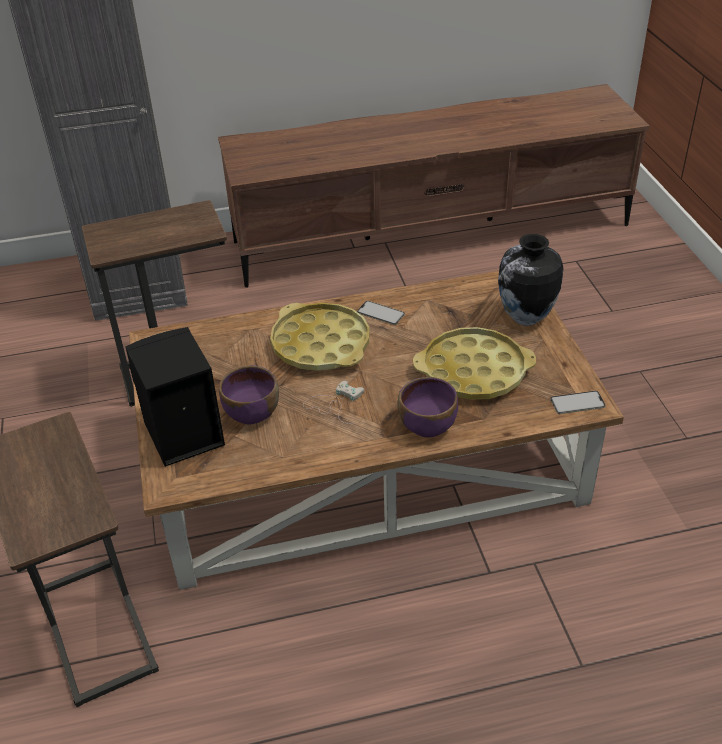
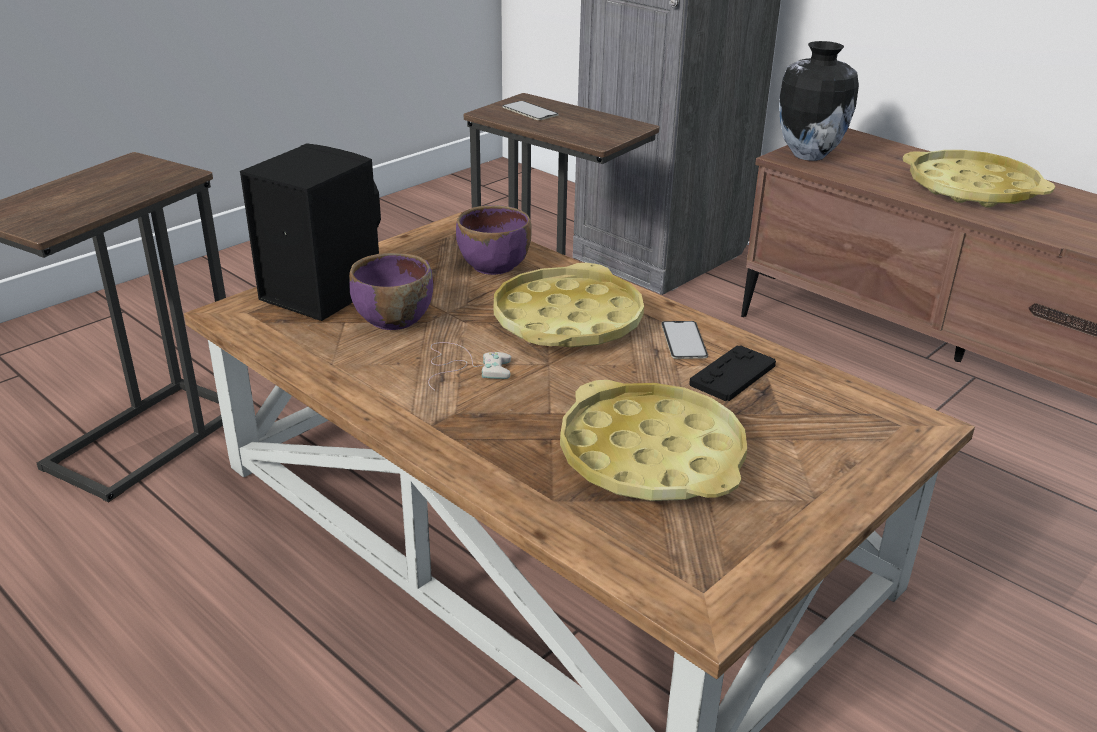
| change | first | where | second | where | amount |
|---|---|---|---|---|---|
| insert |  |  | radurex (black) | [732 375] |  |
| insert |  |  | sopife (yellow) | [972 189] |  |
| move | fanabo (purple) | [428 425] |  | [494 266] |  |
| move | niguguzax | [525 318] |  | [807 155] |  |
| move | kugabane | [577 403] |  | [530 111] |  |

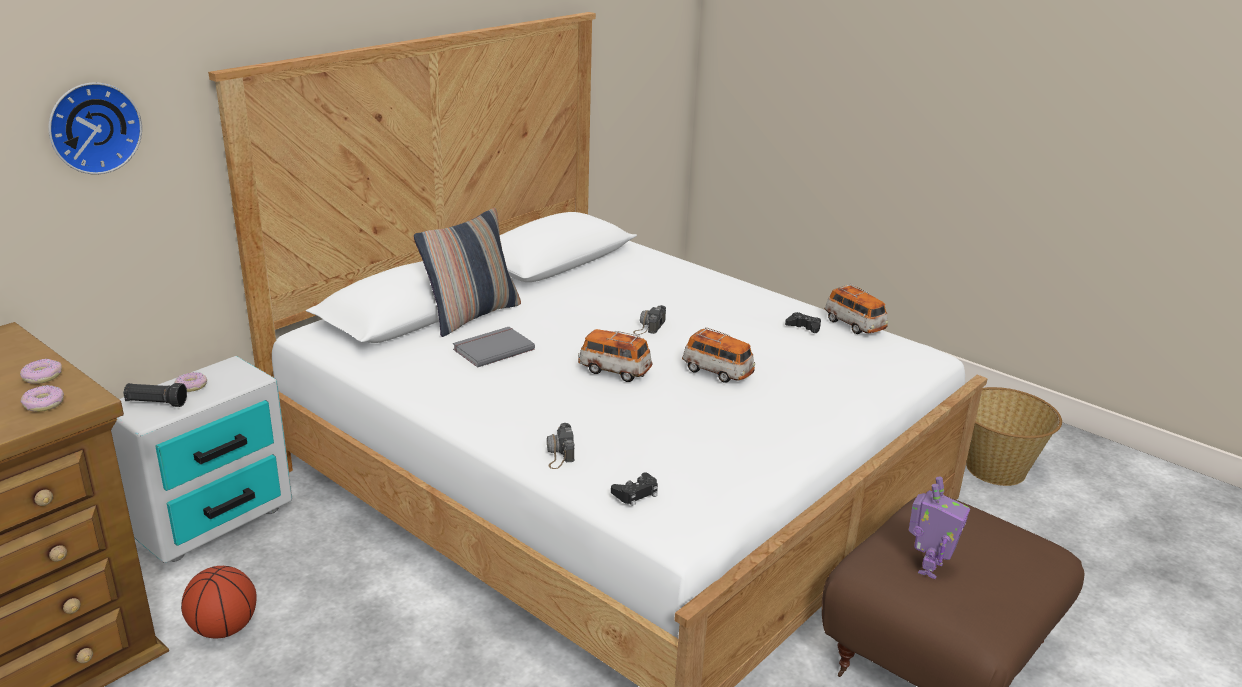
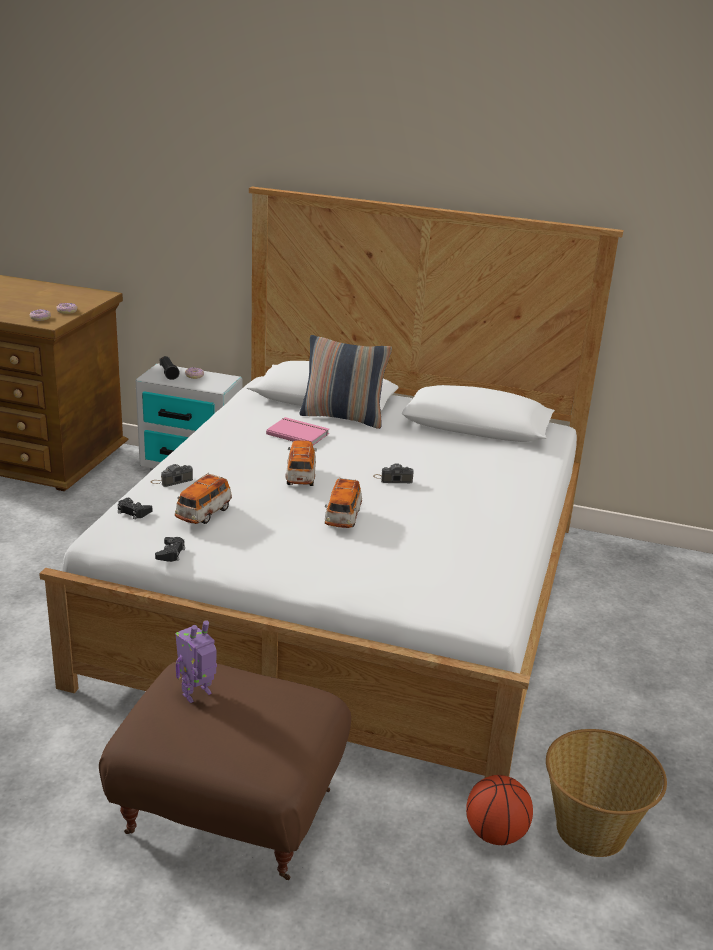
| change | first | where | second | where | amount |
|---|---|---|---|---|---|
| delete | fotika | [93 127] |  |  |  |
| move | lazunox | [224 629] |  | [495 834] |  |
| move | radurex (black) | [804 327] |  | [171 553] |  |
| move | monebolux | [854 325] |  | [204 514] |  |
| recolor | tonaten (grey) | [492 349] | tonaten (pink) | [298 433] |  |
| rotate | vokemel | [928 568] |  | [198 695] | 135 degrees clockwise |

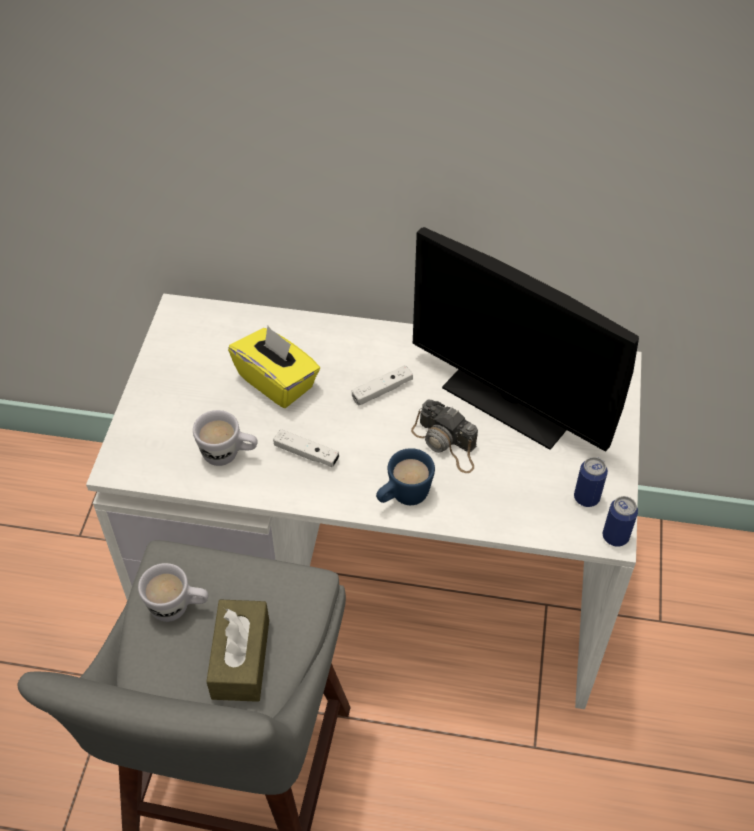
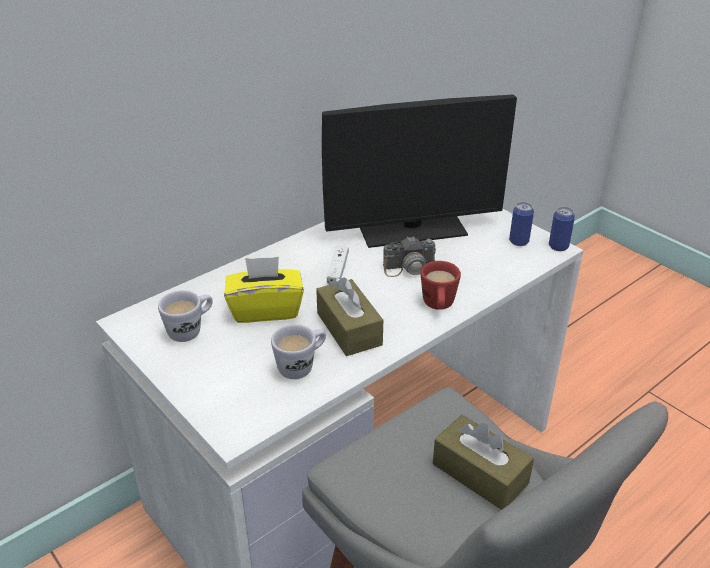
| change | first | where | second | where | amount |
|---|---|---|---|---|---|
| move | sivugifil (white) | [178 608] |  | [191 330] |  |
| replace | radurex (white) | [306 453] | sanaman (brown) | [349 329] |  |
| recolor | sivugifil (blue) | [403 497] | sivugifil (red) | [438 307] |  |

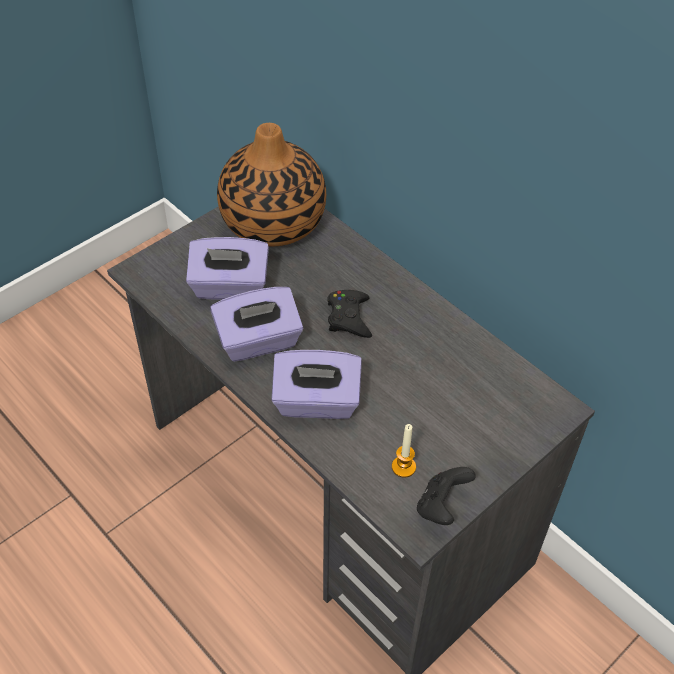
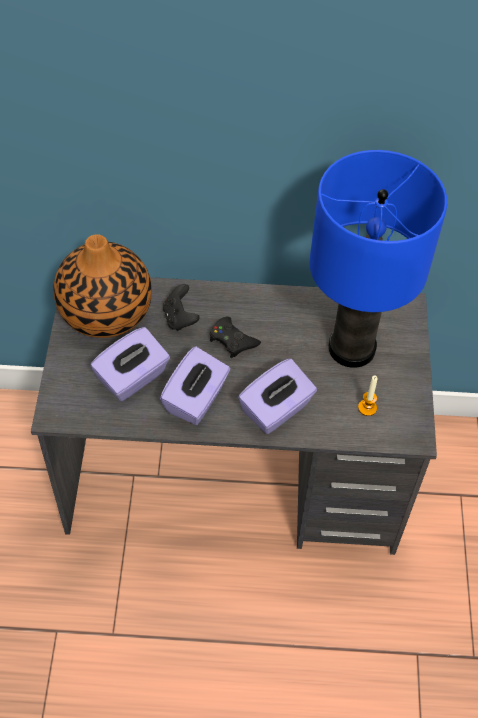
| change | first | where | second | where | amount |
|---|---|---|---|---|---|
| insert |  |  | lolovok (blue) | [351 347] |  |
| move | radurex (black) | [441 506] |  | [180 318] |  |

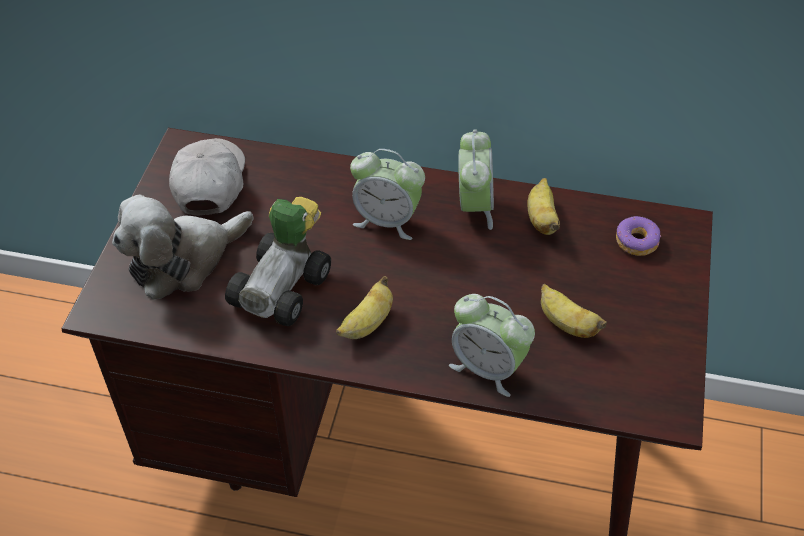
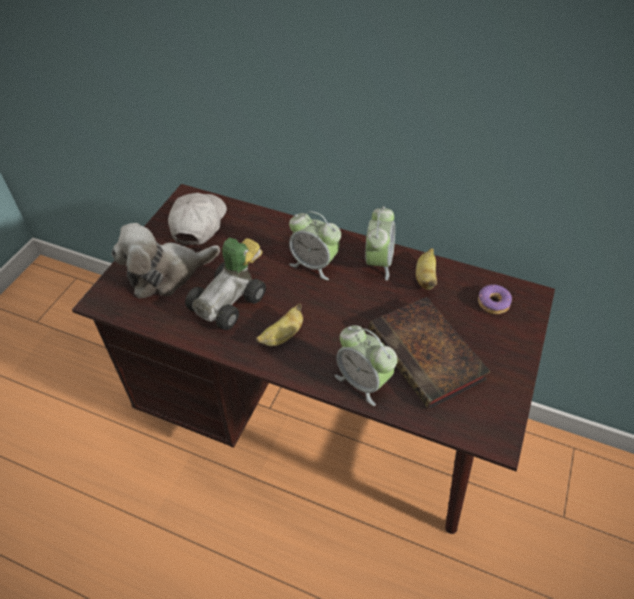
| change | first | where | second | where | amount |
|---|---|---|---|---|---|
| replace | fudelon | [566 324] | tonaten | [428 357] |  |

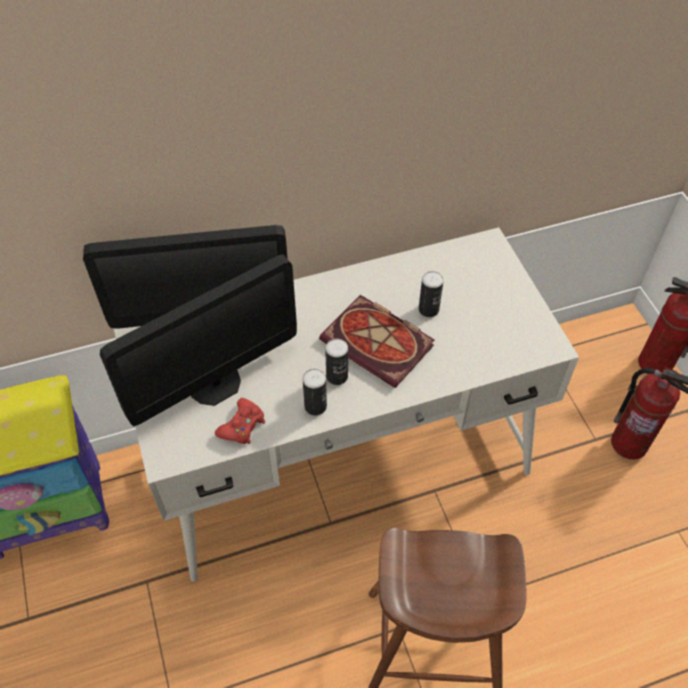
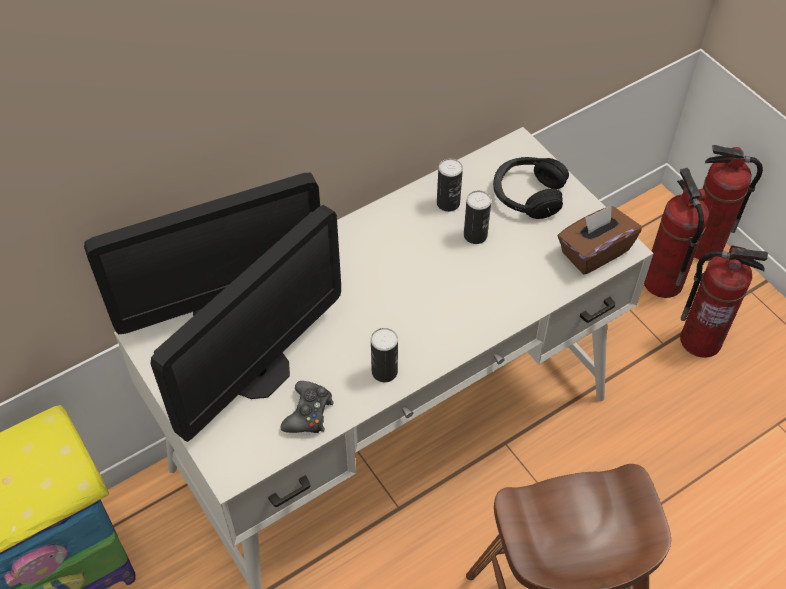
| change | first | where | second | where | amount |
|---|---|---|---|---|---|
| delete | tonaten | [380 343] |  |  |  |
| insert |  |  | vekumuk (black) | [528 195] |  |
| insert |  |  | sanaman (brown) | [594 252] |  |
| insert |  |  | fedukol | [661 282] |  |
| move | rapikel | [337 376] |  | [448 203] |  |
| recolor | radurex (red) | [242 426] | radurex (black) | [308 413] |  |

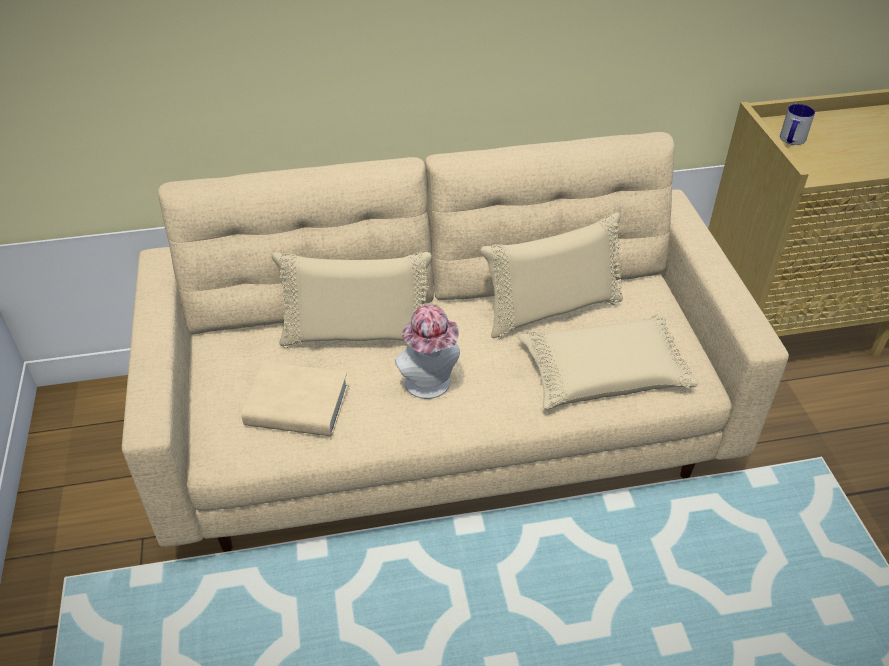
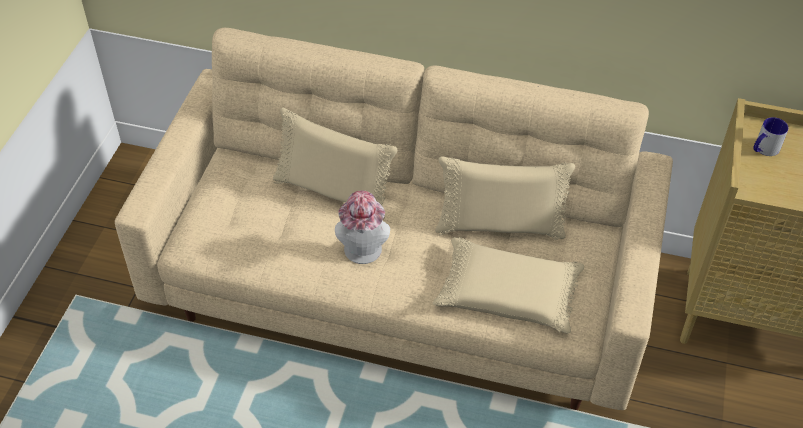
| change | first | where | second | where | amount |
|---|---|---|---|---|---|
| delete | tonaten (beige) | [297 406] |  |  |  |

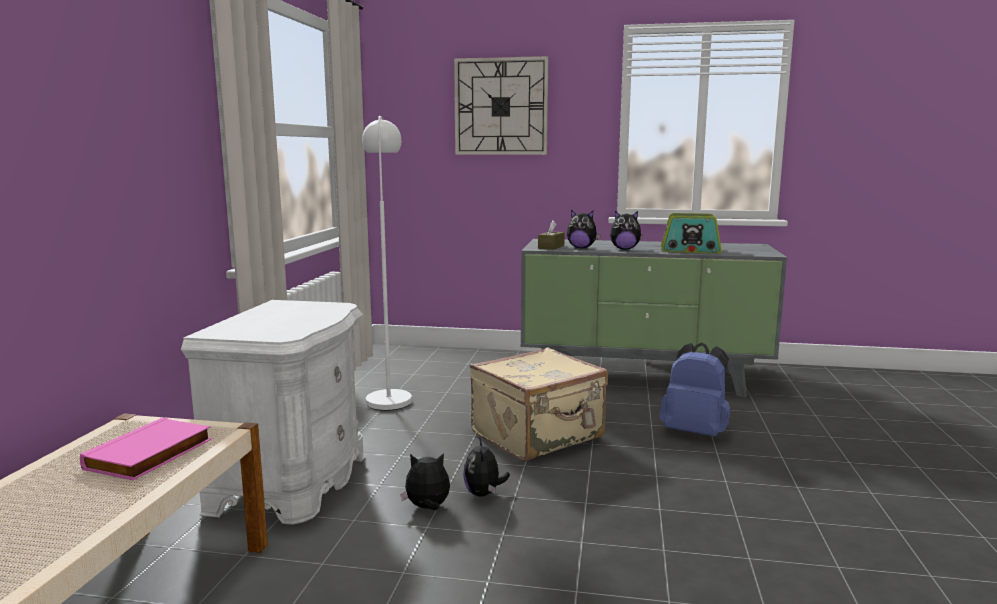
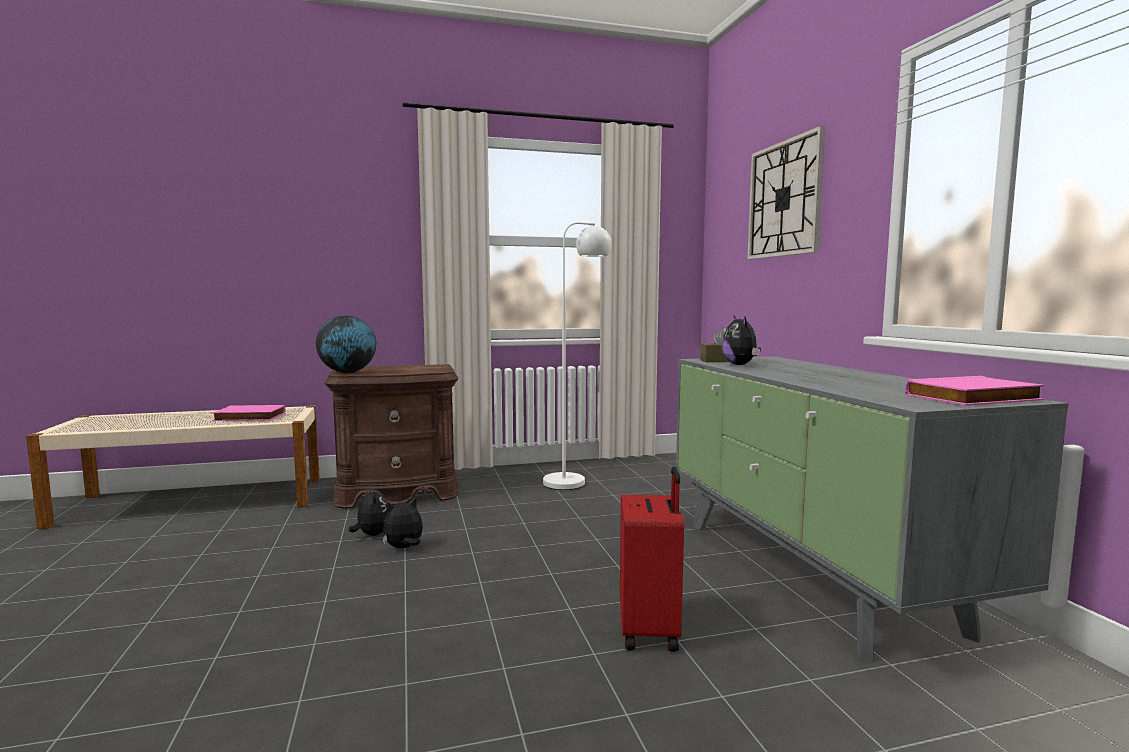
| change | first | where | second | where | amount |
|---|---|---|---|---|---|
| delete | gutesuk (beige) | [539 436] |  |  |  |
| delete | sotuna | [624 249] |  |  |  |
| delete | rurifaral | [690 250] |  |  |  |
| insert |  |  | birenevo | [347 372] |  |
| insert |  |  | tonaten (pink) | [974 398] |  |
| replace | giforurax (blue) | [695 432] | gutesuk (red) | [650 630] |  |
| recolor | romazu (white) | [296 481] | romazu (brown) | [399 492] |  |

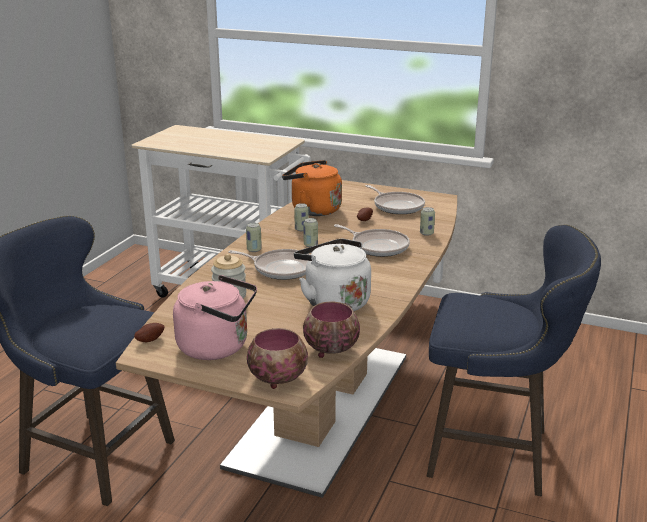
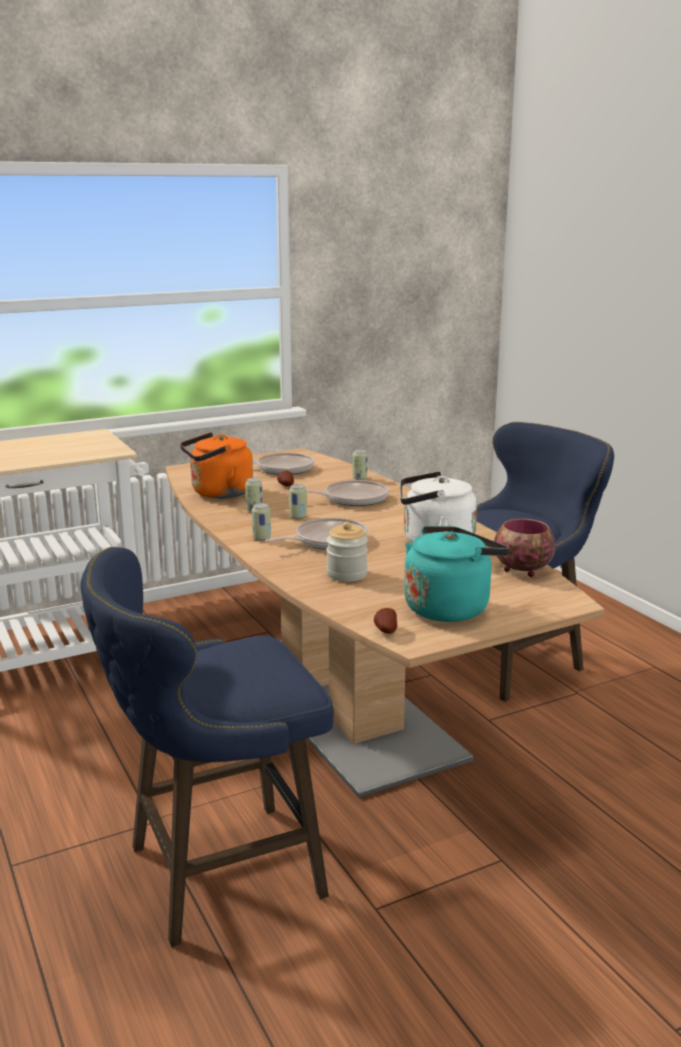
| change | first | where | second | where | amount |
|---|---|---|---|---|---|
| delete | fanabo | [279 378] |  |  |  |
| recolor | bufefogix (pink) | [218 347] | bufefogix (turquoise) | [450 607] |  |

